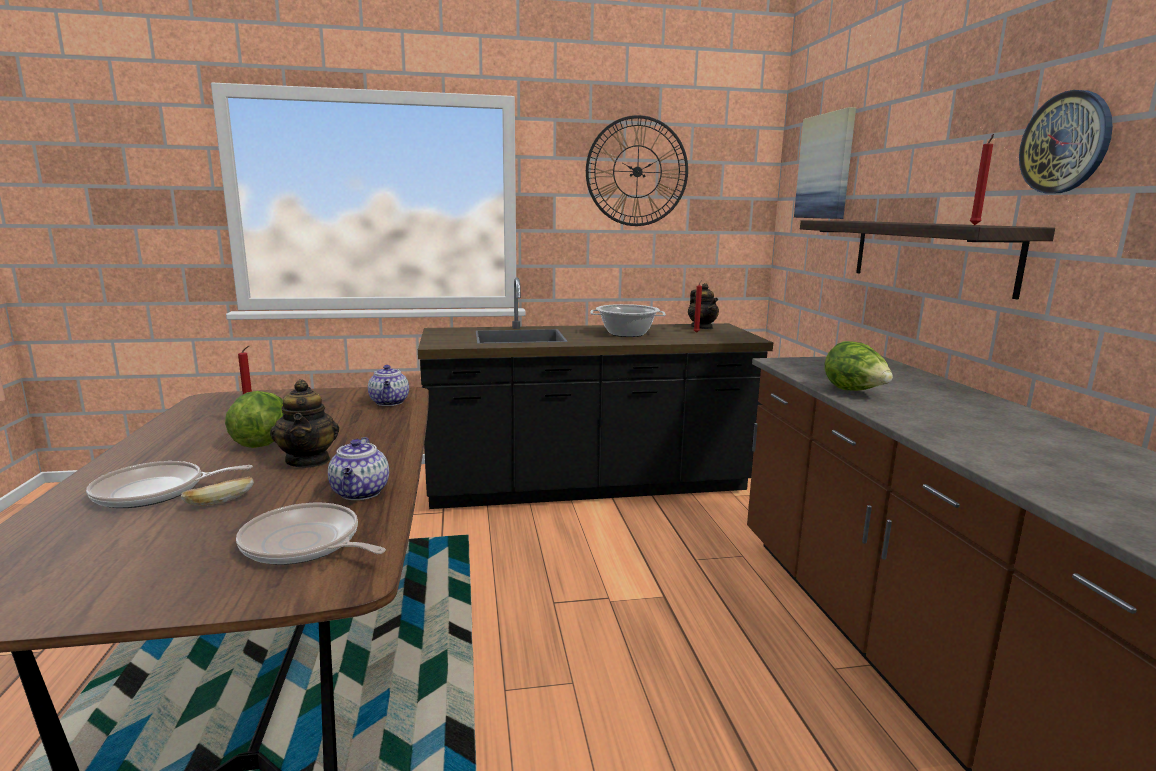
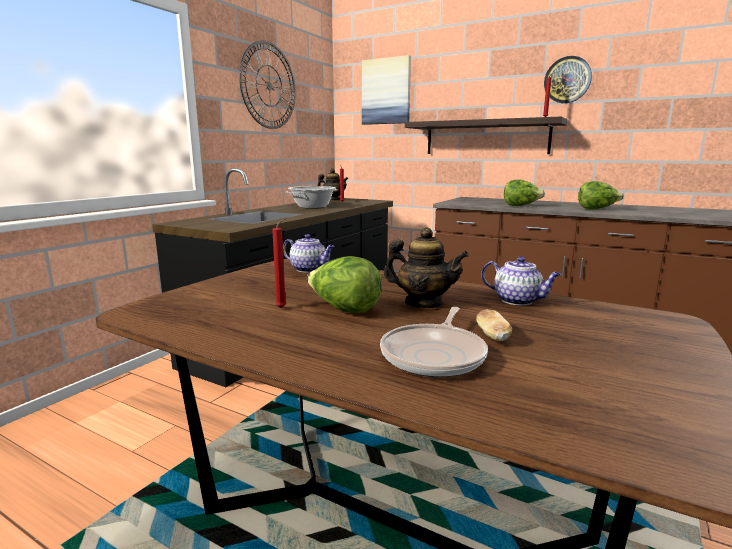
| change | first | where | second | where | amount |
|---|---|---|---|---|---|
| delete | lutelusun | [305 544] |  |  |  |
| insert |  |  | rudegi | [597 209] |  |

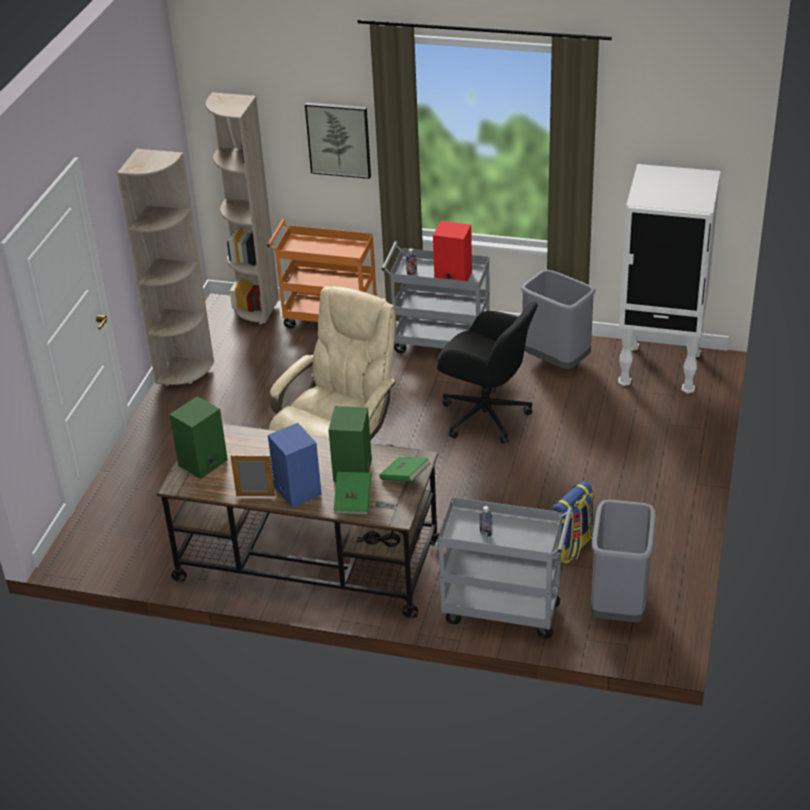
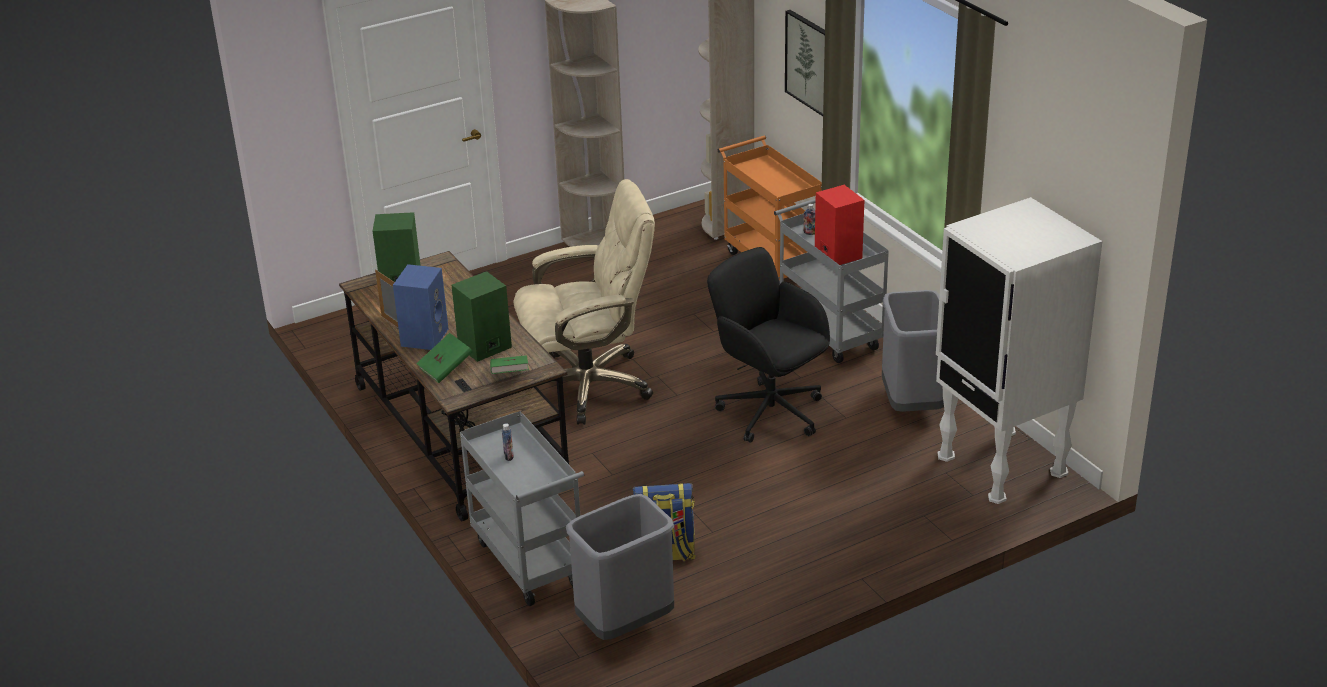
| change | first | where | second | where | amount |
|---|---|---|---|---|---|
| rotate | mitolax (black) | [486 418] |  | [770 412] | 150 degrees clockwise |

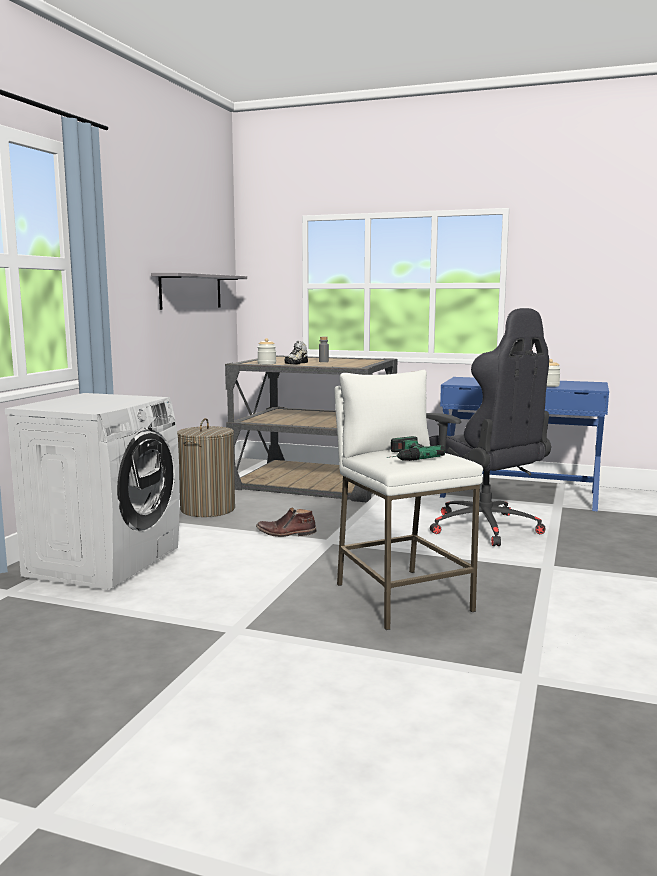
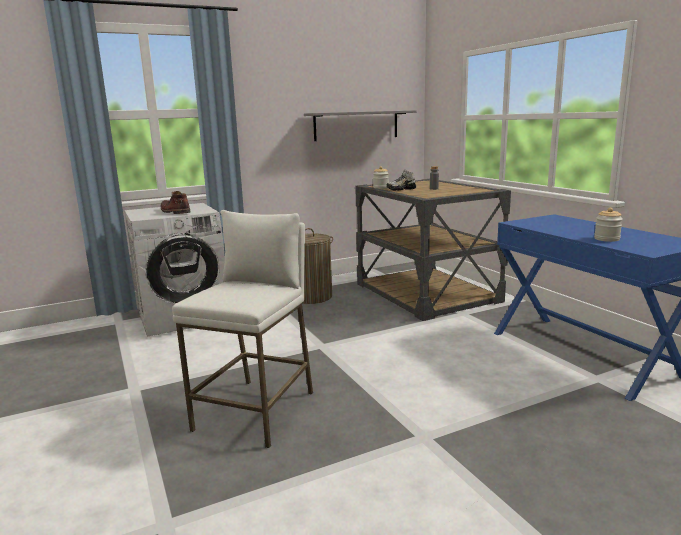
| change | first | where | second | where | amount |
|---|---|---|---|---|---|
| delete | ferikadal | [403 456] |  |  |  |
| delete | mitolax (black) | [483 527] |  |  |  |
| move | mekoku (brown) | [286 533] |  | [174 211] |  |

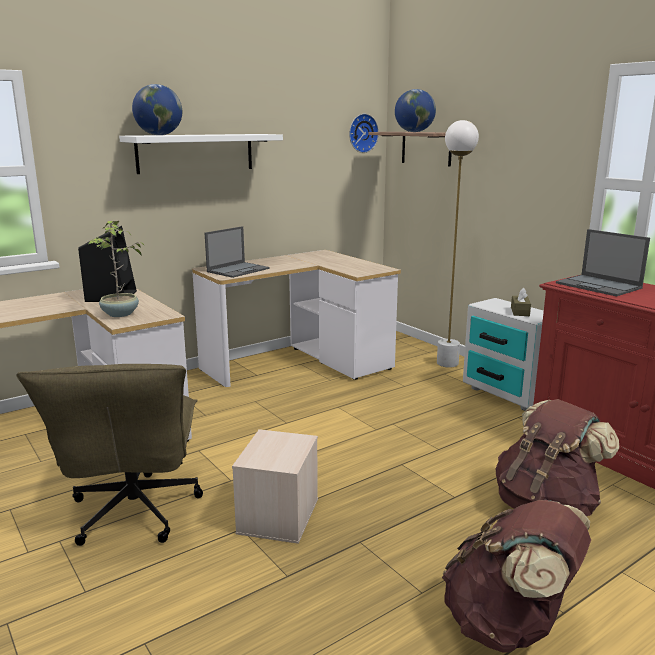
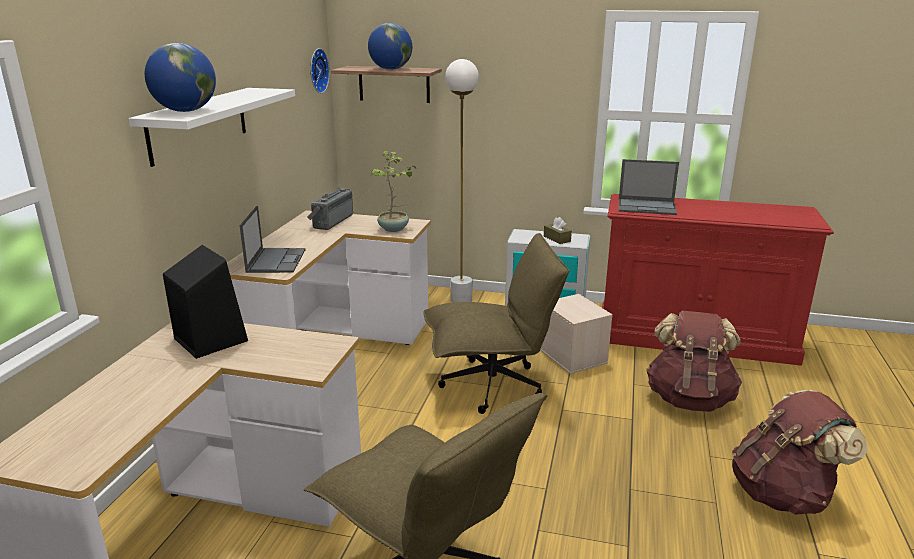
| change | first | where | second | where | amount |
|---|---|---|---|---|---|
| insert |  |  | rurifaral | [331 221] |  |
| insert |  |  | mitolax (beige) | [490 385] |  |
| move | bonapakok | [120 314] |  | [394 229] |  |
| move | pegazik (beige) | [279 516] |  | [573 356] |  |

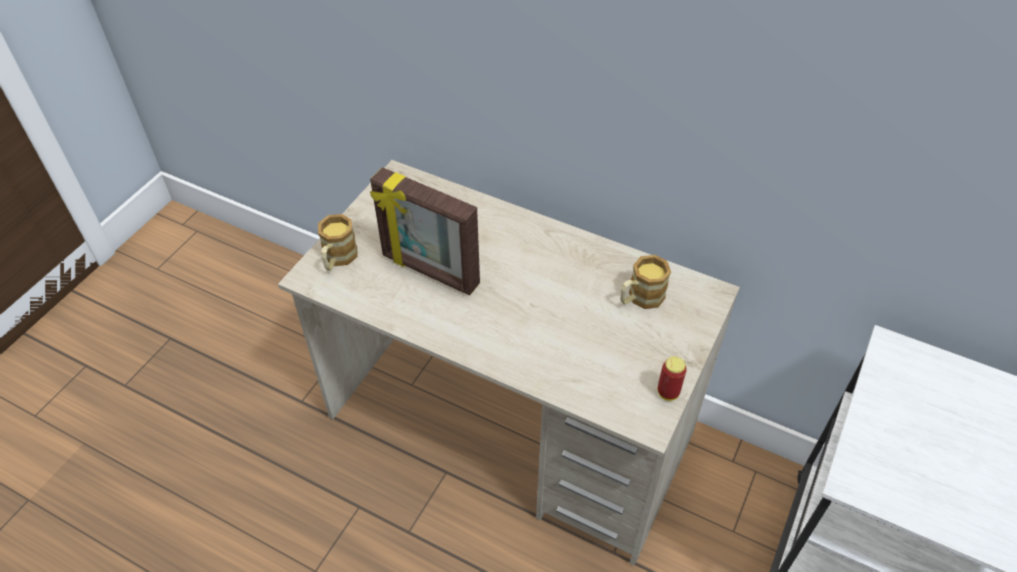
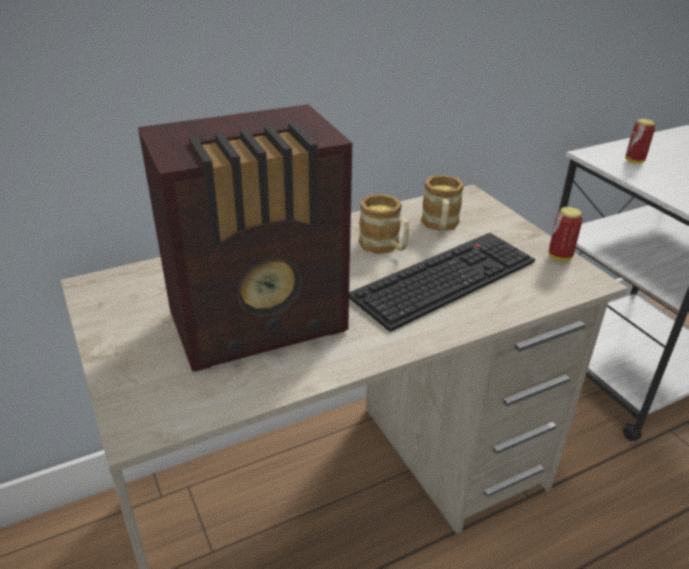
| change | first | where | second | where | amount |
|---|---|---|---|---|---|
| insert |  |  | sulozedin | [444 277] |  |
| insert |  |  | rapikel | [634 161] |  |
| move | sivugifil | [338 259] |  | [385 247] |  |
| replace | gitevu | [429 271] | rurifaral | [262 323] |  |

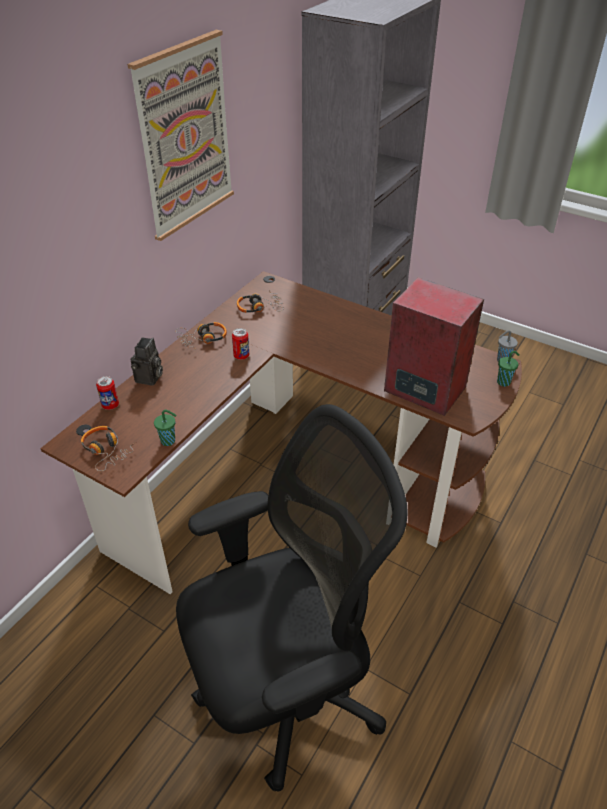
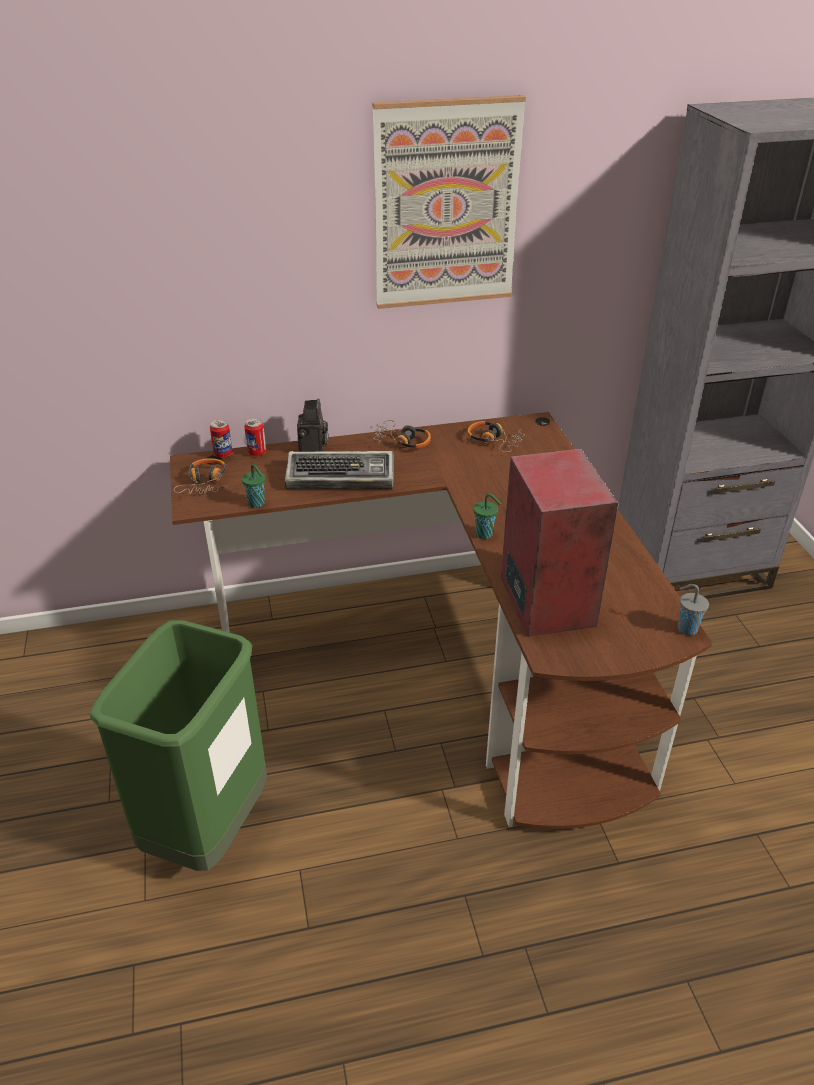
| change | first | where | second | where | amount |
|---|---|---|---|---|---|
| insert |  |  | sulozedin | [342 476] |  |
| move | rapikel | [241 356] |  | [223 454] |  |
| move | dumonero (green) | [504 382] |  | [485 534] |  |
| replace | mitolax (black) | [283 697] | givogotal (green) | [208 829] |  |
| rotate | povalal | [149 379] |  | [313 449] | 60 degrees counterclockwise |

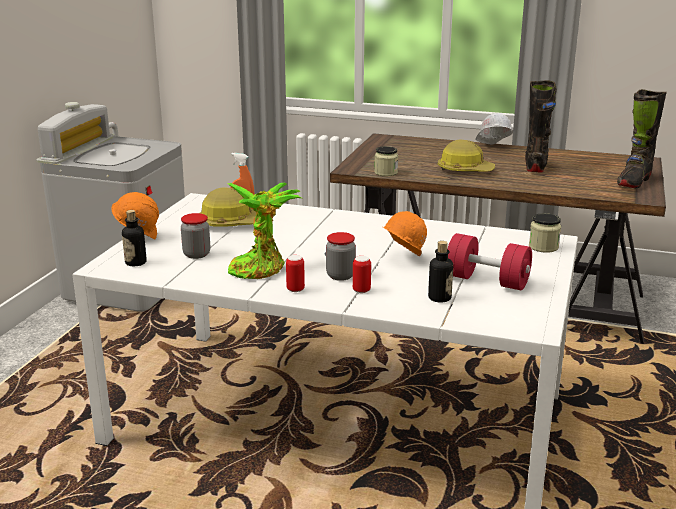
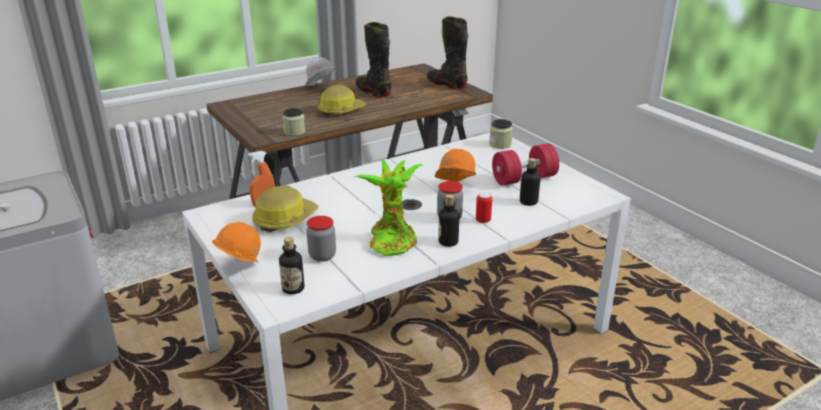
| change | first | where | second | where | amount |
|---|---|---|---|---|---|
| replace | rapikel | [295 289] | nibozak | [448 242] |  |
| rotate | mekoku (black) | [633 182] |  | [447 84] | 150 degrees clockwise |

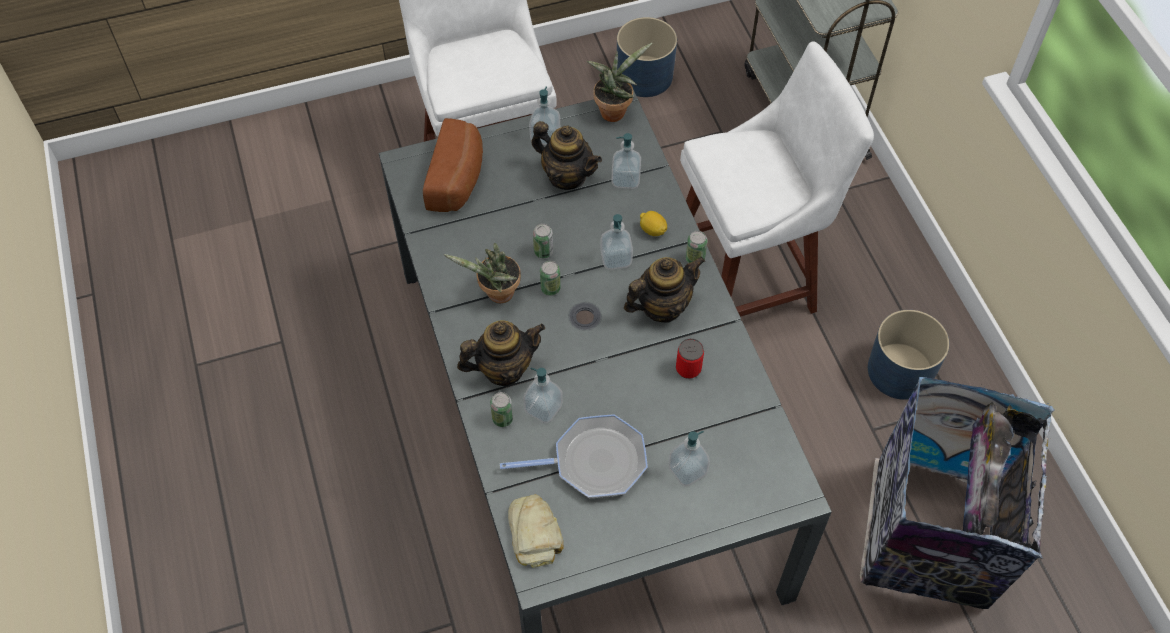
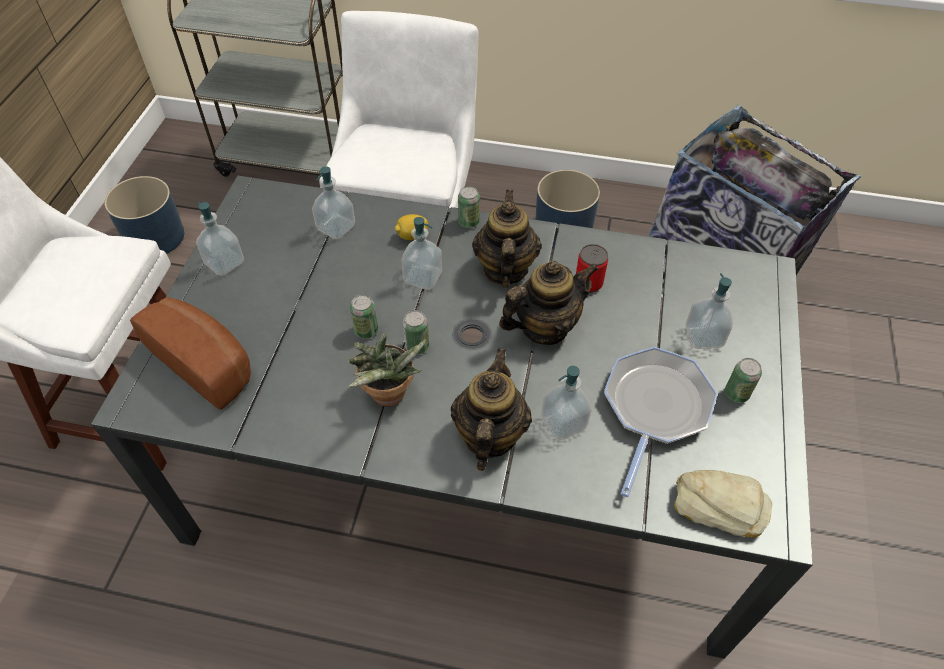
| change | first | where | second | where | amount |
|---|---|---|---|---|---|
| delete | bonapakok | [614 110] |  |  |  |
| move | rapikel | [502 419] |  | [736 394] |  |
| move | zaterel | [567 176] |  | [544 327] |  |

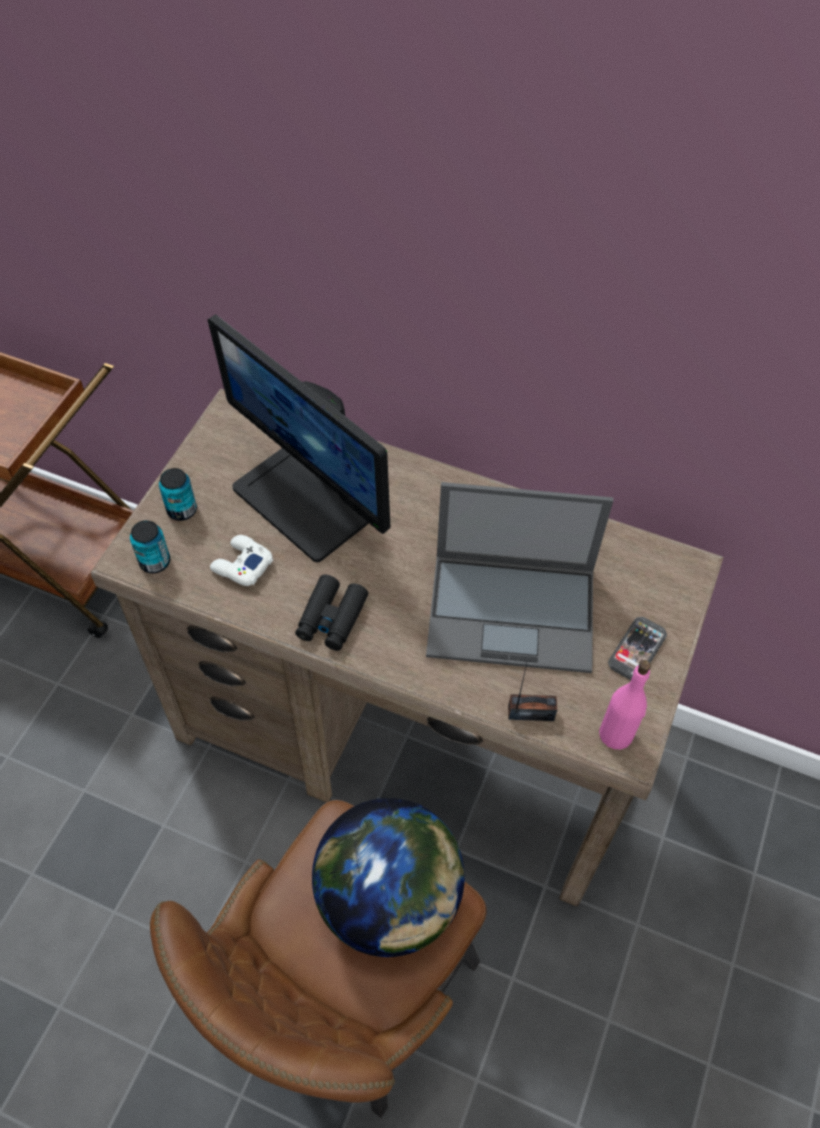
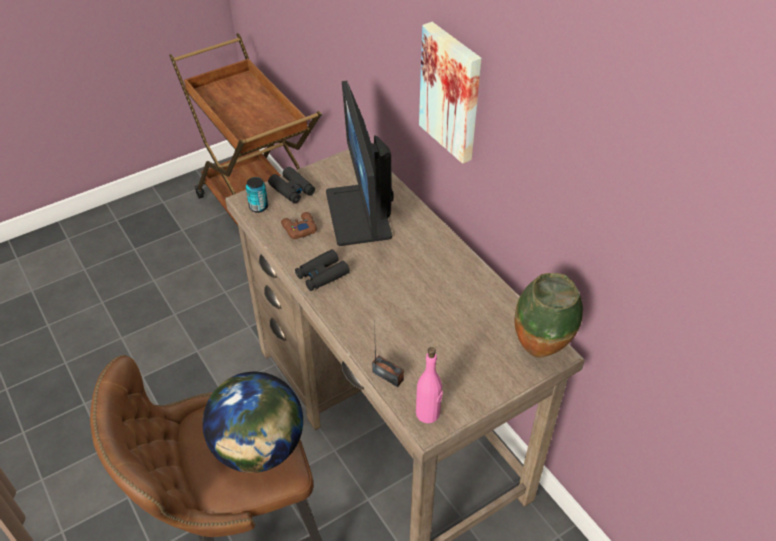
| change | first | where | second | where | amount |
|---|---|---|---|---|---|
| delete | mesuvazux | [513 612] |  |  |  |
| delete | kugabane | [637 649] |  |  |  |
| insert |  |  | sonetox | [452 92] |  |
| insert |  |  | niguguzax | [540 351] |  |
| replace | rapikel | [182 510] | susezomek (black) | [292 190] |  |
| recolor | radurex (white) | [241 565] | radurex (brown) | [299 228] |  |

